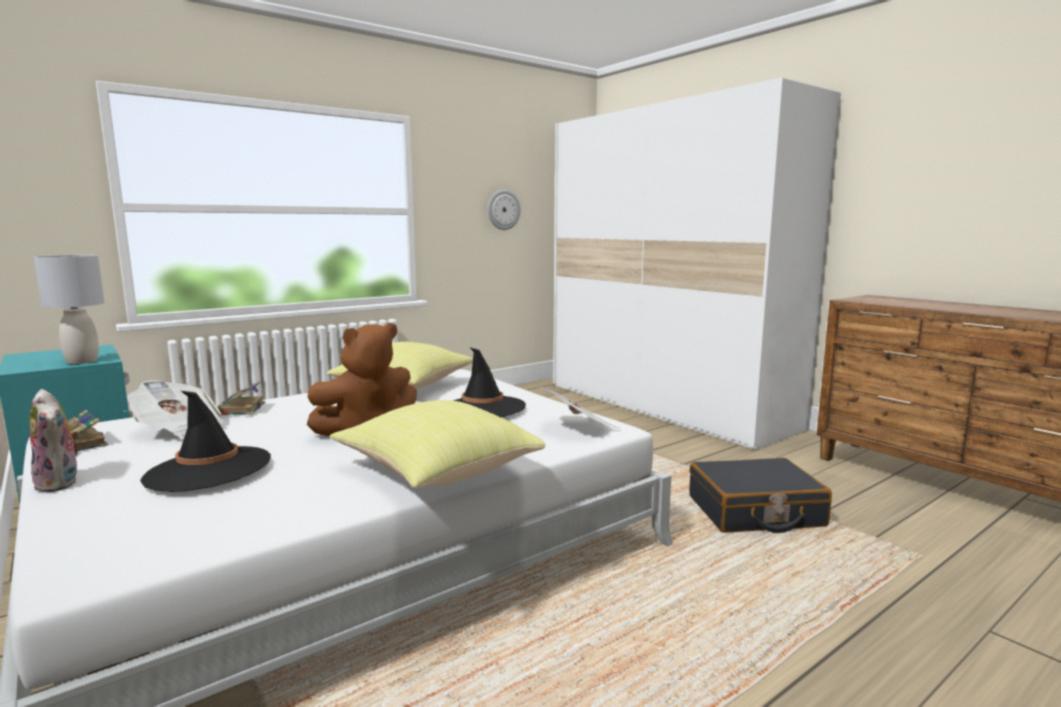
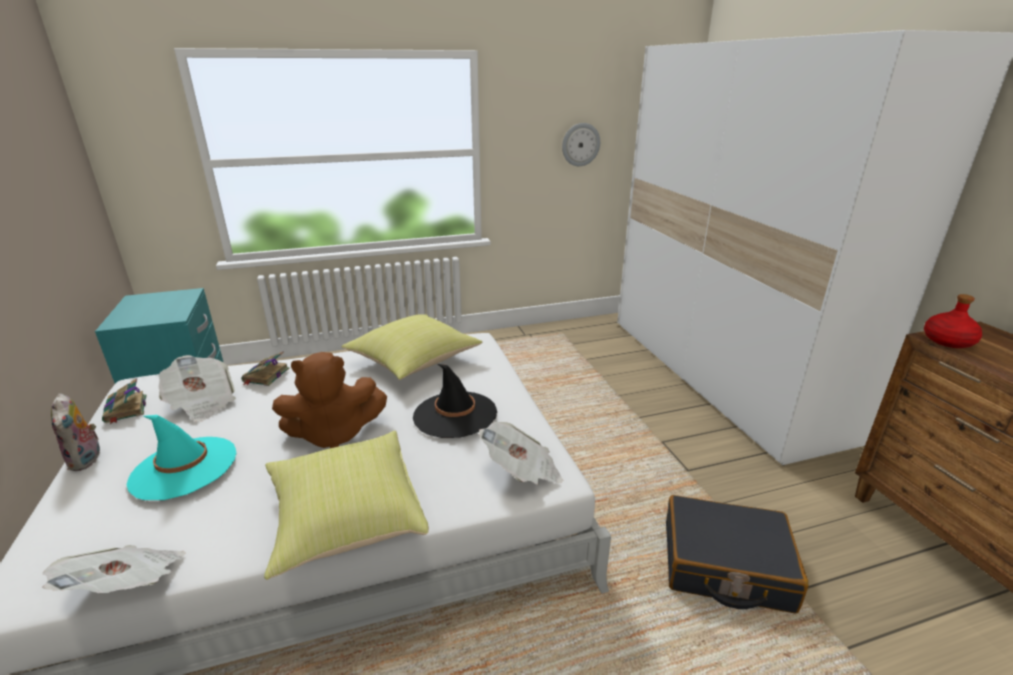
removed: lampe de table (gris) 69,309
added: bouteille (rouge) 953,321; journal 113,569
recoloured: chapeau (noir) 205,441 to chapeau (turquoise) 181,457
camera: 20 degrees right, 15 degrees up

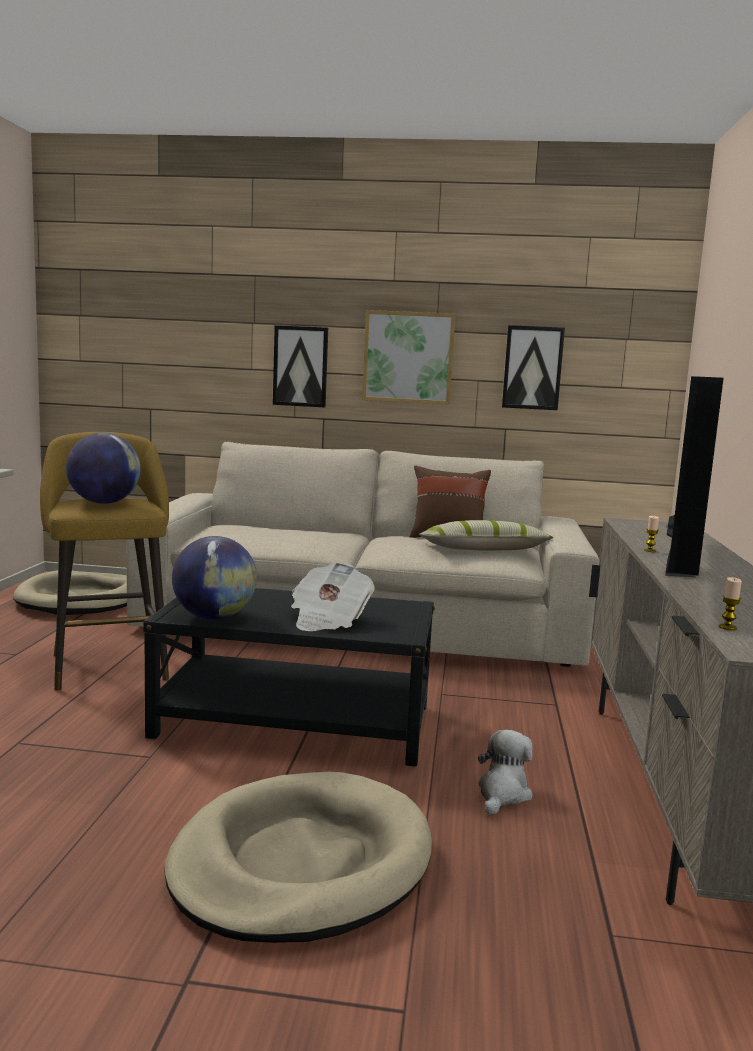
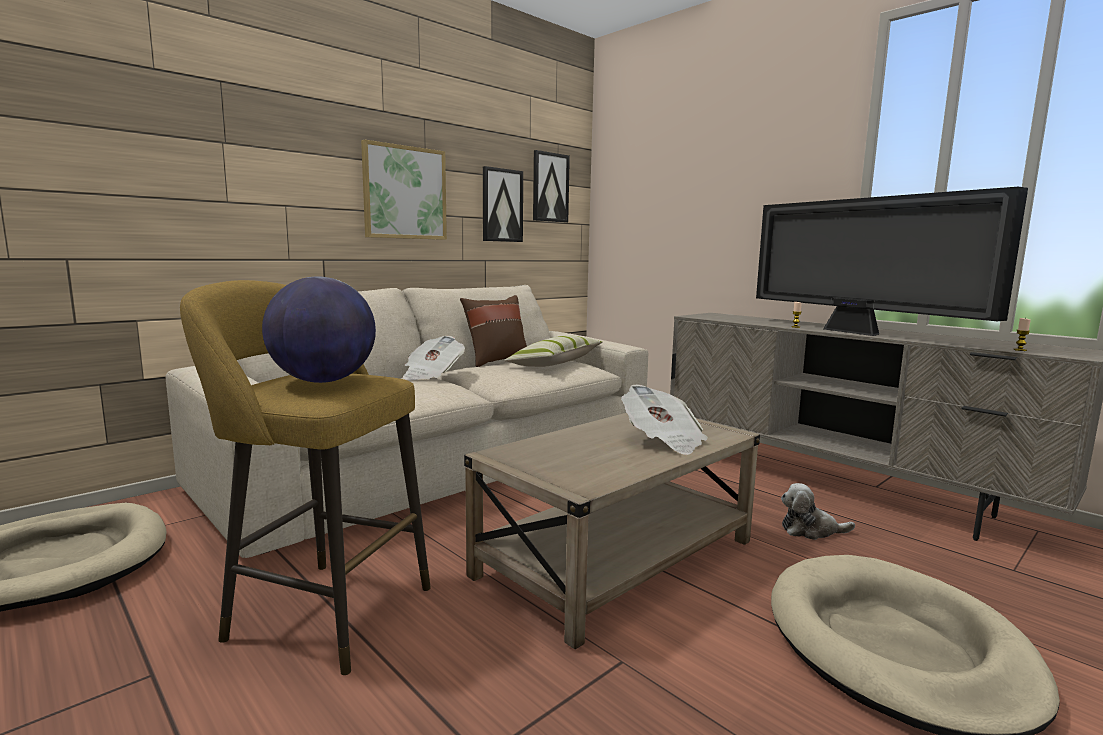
removed: globe 214,578
added: journal 434,358
moved: tableau 300,366 to 551,186
recoloured: table basse (noir) 289,677 to table basse (beige) 612,531
turned: peluche 505,772 = 818,511 60 degrees counterclockwise
camera: 50 degrees left, 0 degrees up

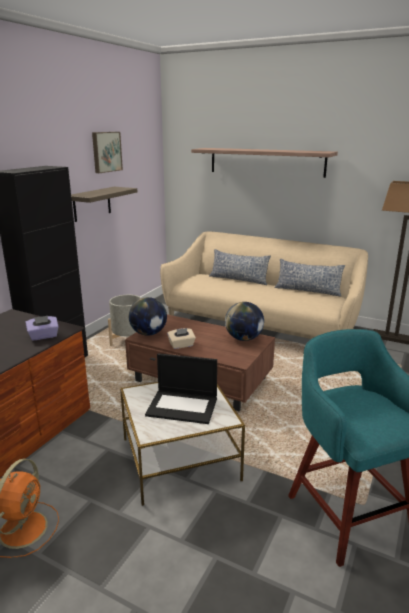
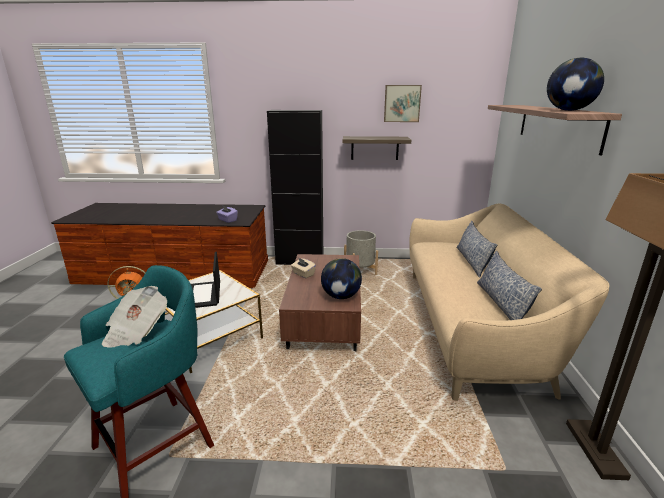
added: journal 134,317
moved: globe 148,316 to 575,84
camera: 65 degrees right, 0 degrees up

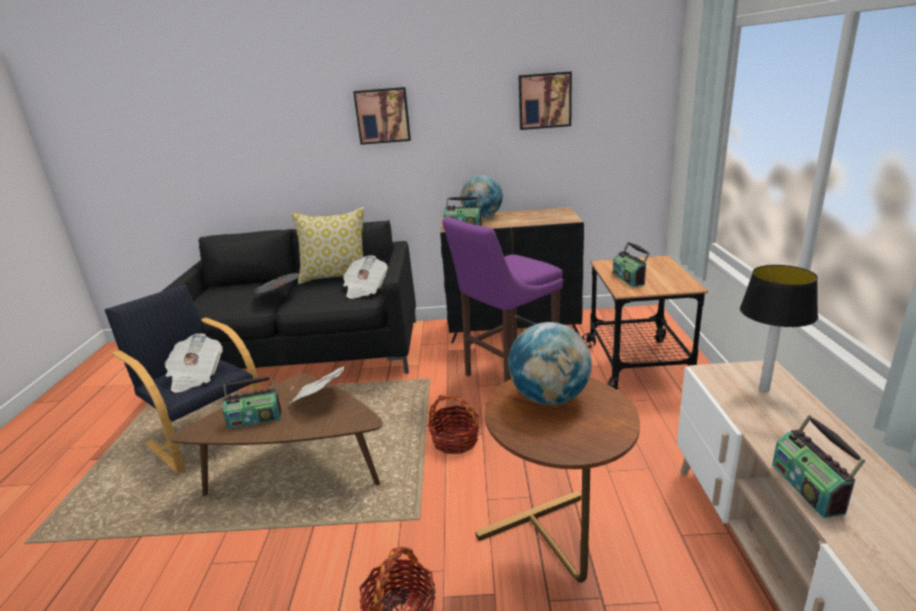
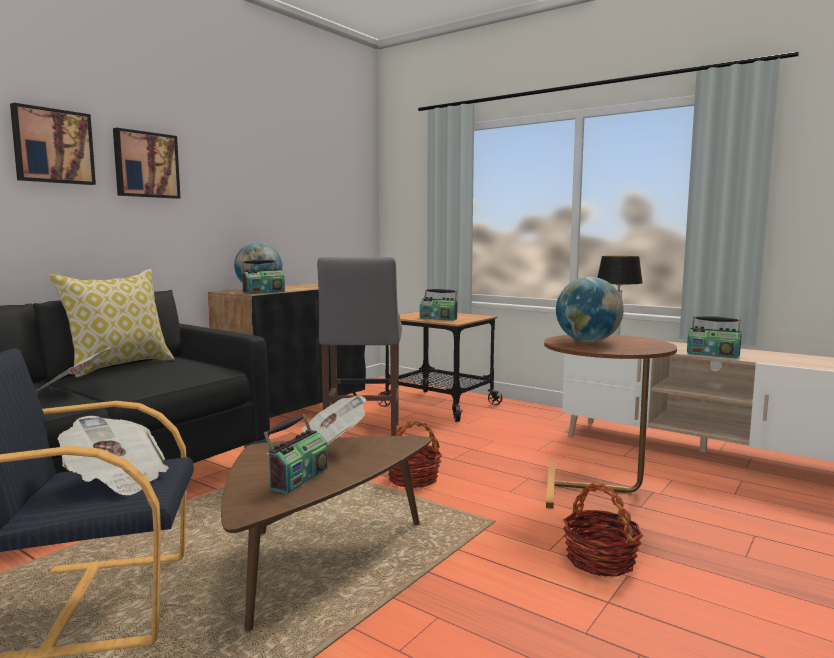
removed: journal 365,277
moved: tableau 545,100 to 53,144
recoloured: tabouret (violet) 502,299 to tabouret (gris) 359,346
camera: 55 degrees left, 15 degrees down

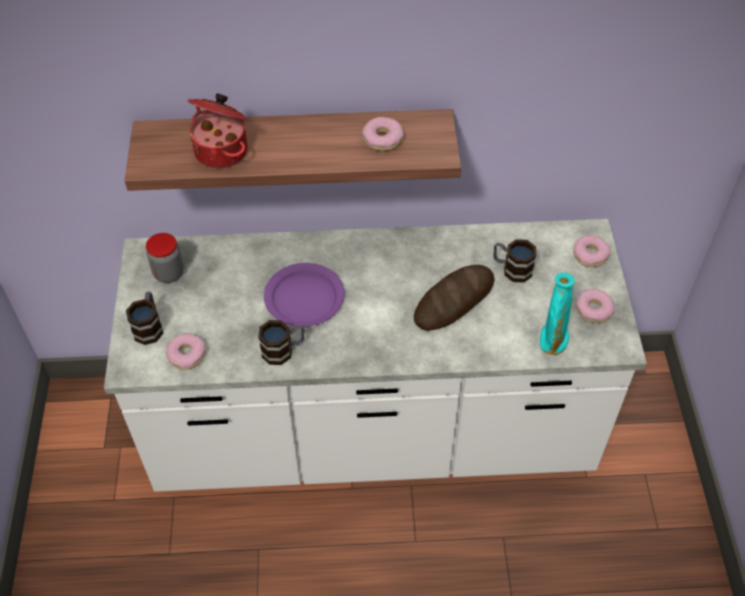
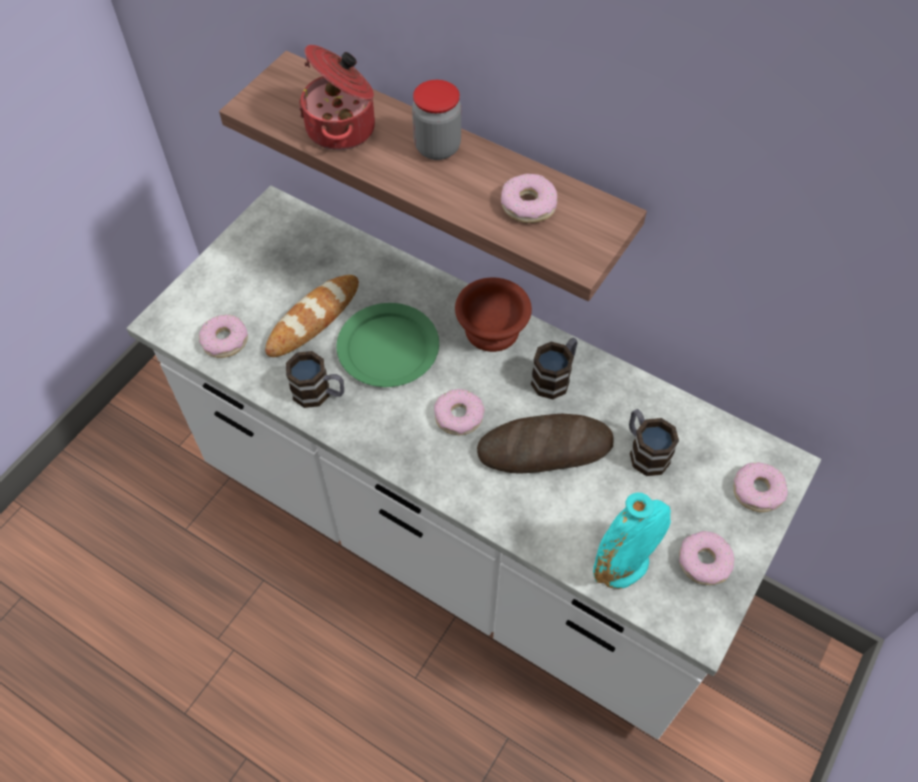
added: pain 312,316; bol (marron) 493,315; beignet 459,412
moved: bocal 165,258 to 436,120; mug 144,318 to 554,368
recoloured: assiette (violet) 304,295 to assiette (vert) 387,345
camera: 35 degrees right, 5 degrees up

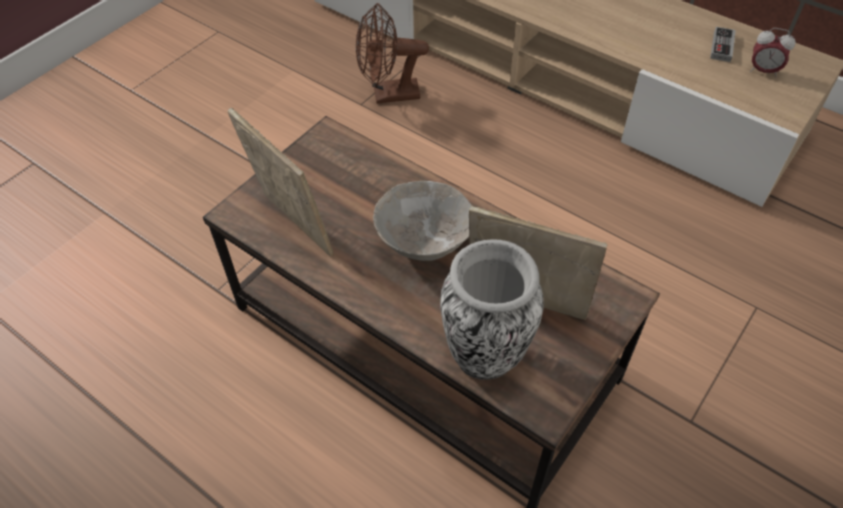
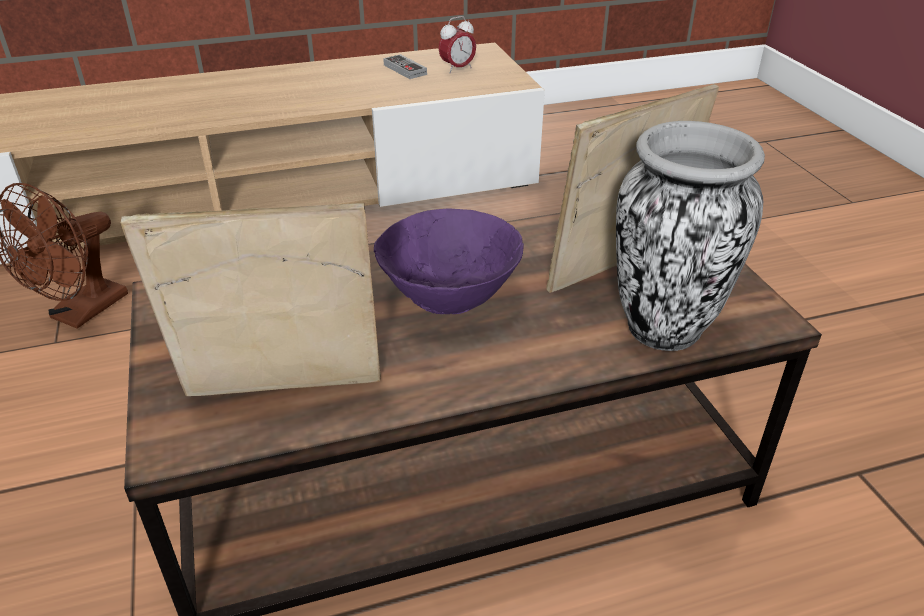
recoloured: bol (gris) 422,221 to bol (violet) 449,261
camera: 55 degrees left, 15 degrees down

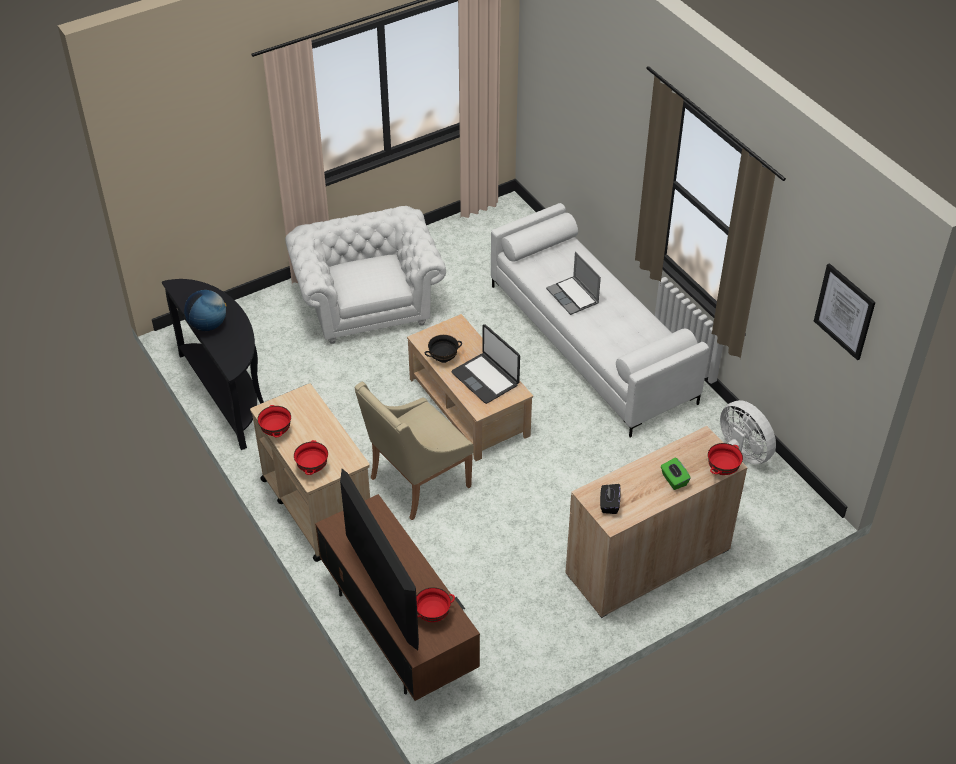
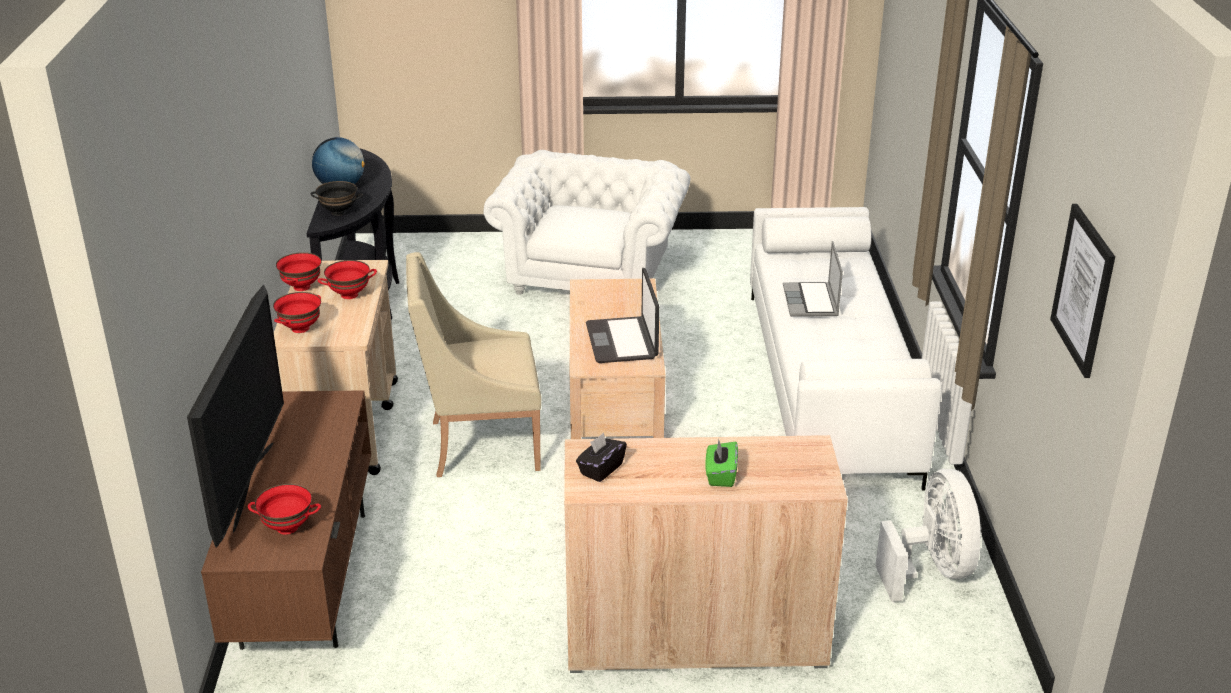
moved: bol (noir) 443,349 to 337,198; bol (rouge) 725,459 to 347,279
camera: 30 degrees right, 15 degrees down

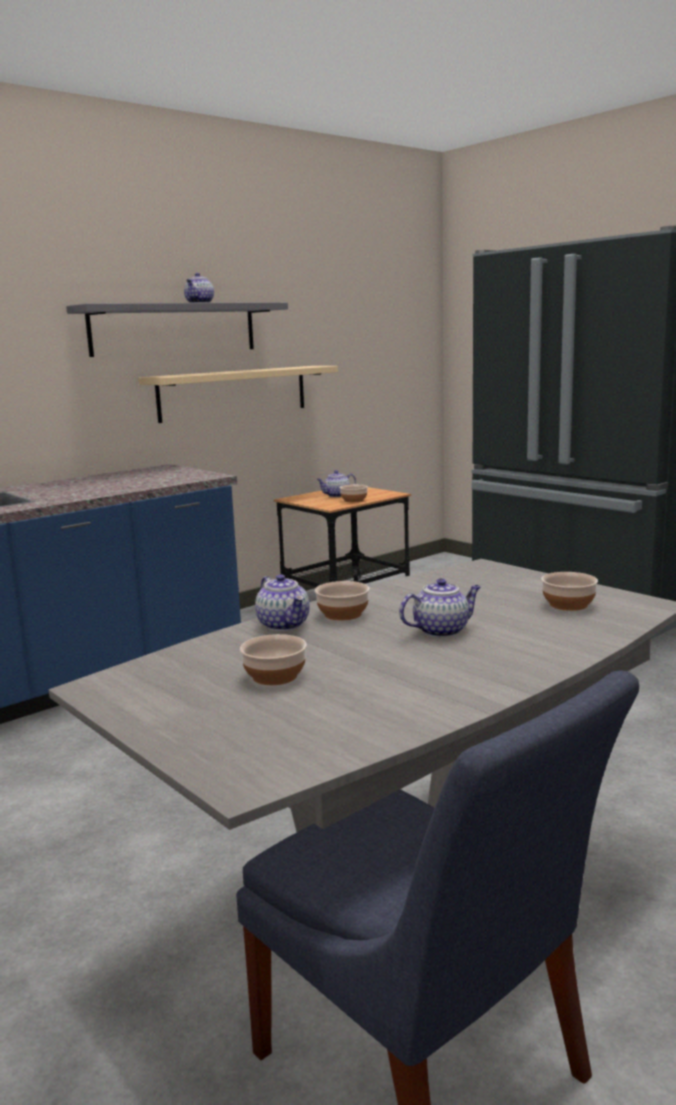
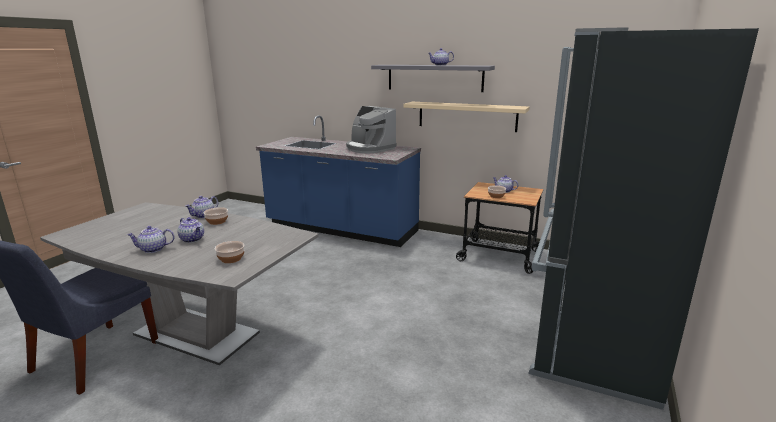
removed: bol 273,659
added: machine à café 371,129; théière 151,239
camera: 65 degrees right, 5 degrees up

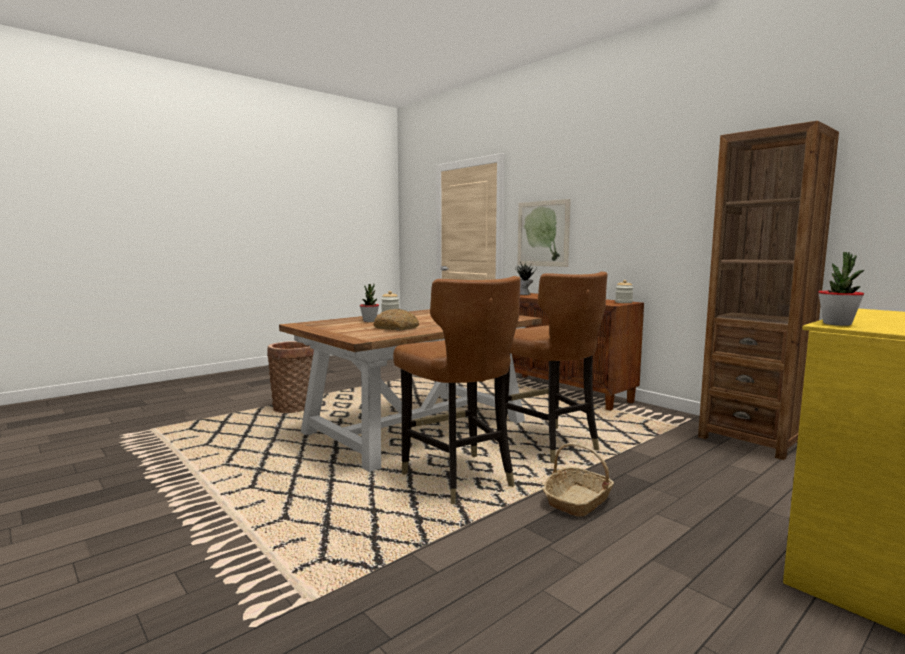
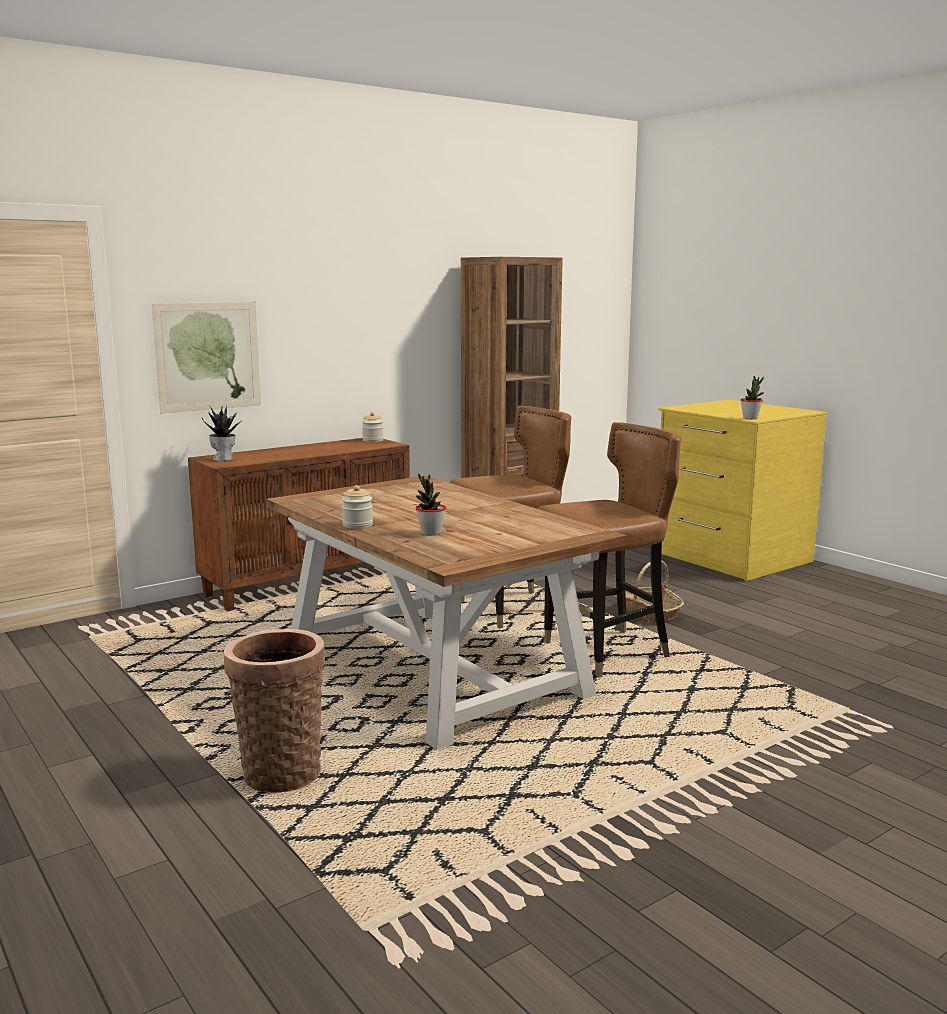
removed: pain 396,320
camera: 85 degrees left, 5 degrees up

